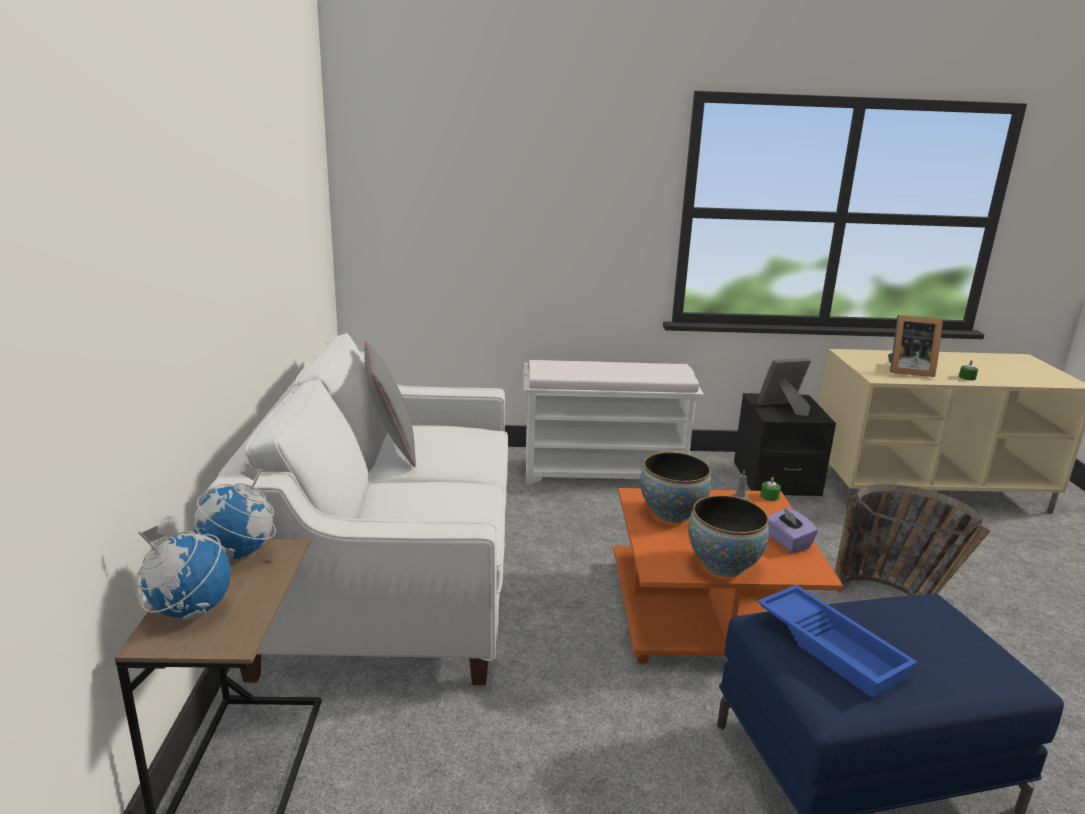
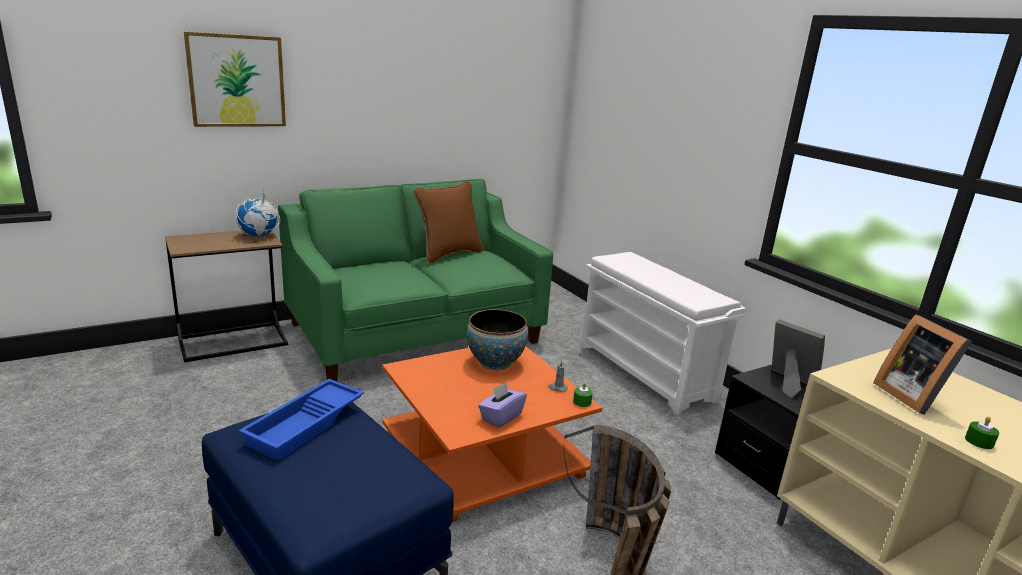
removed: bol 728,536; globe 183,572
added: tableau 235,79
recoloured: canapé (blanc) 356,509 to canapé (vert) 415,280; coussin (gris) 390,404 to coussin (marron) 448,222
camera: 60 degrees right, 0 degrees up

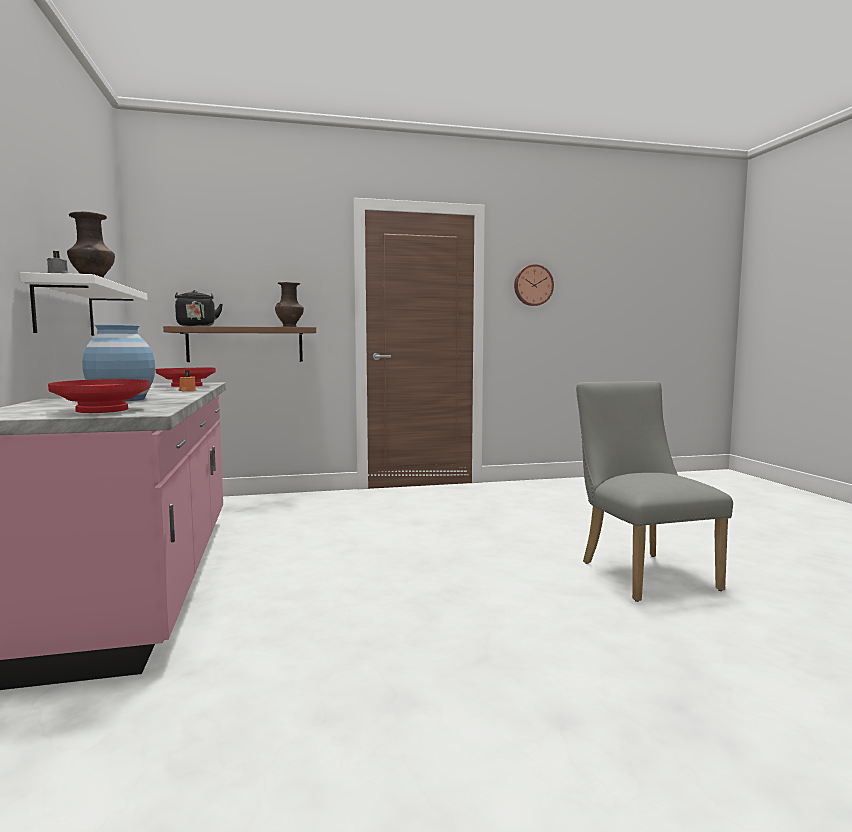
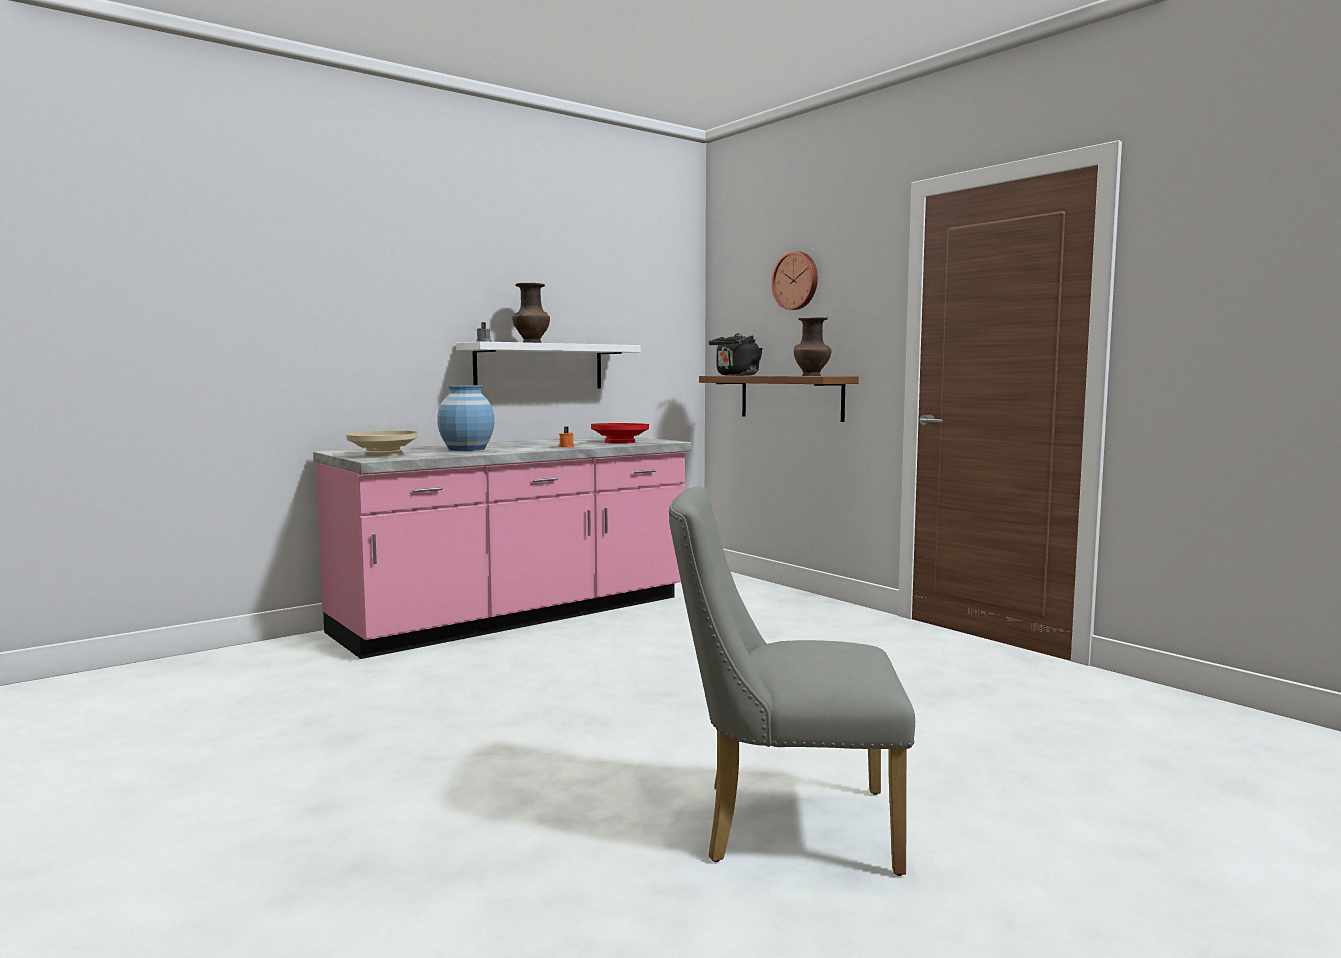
moved: horloge murale 534,285 to 794,280
recoloured: bol (rouge) 99,396 to bol (beige) 382,443
turned: chaise (gris) 654,491 = 792,681 135 degrees counterclockwise
camera: 65 degrees right, 0 degrees up

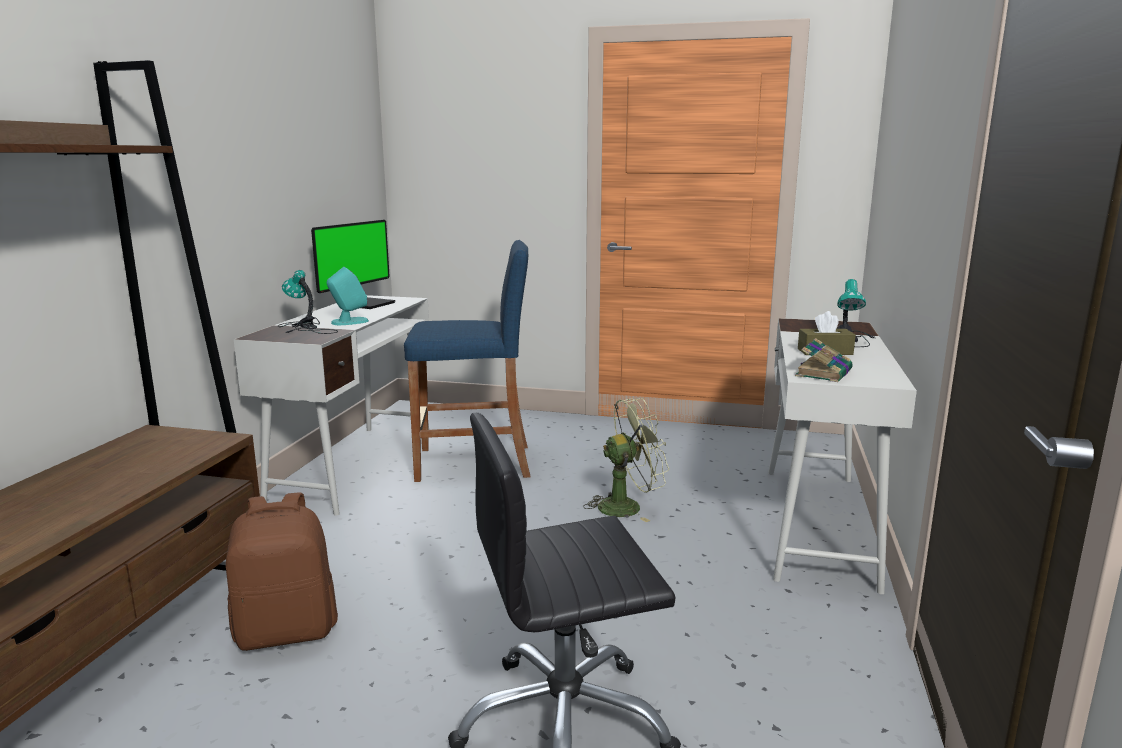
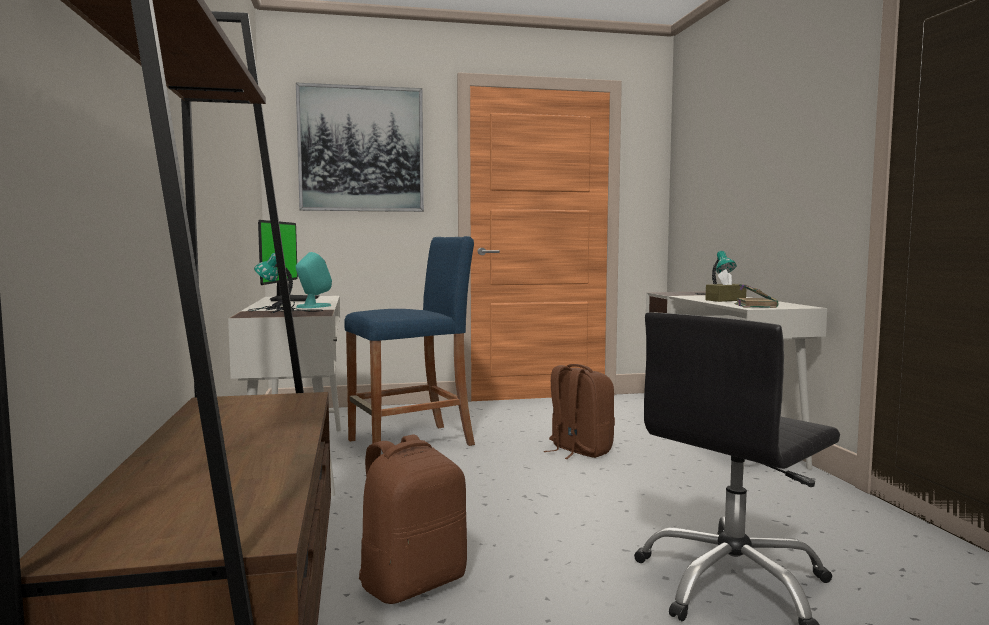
added: tableau 360,147
replaced: ventilateur (vert) 626,460 to sac à dos (marron) 579,411
camera: 25 degrees left, 10 degrees down

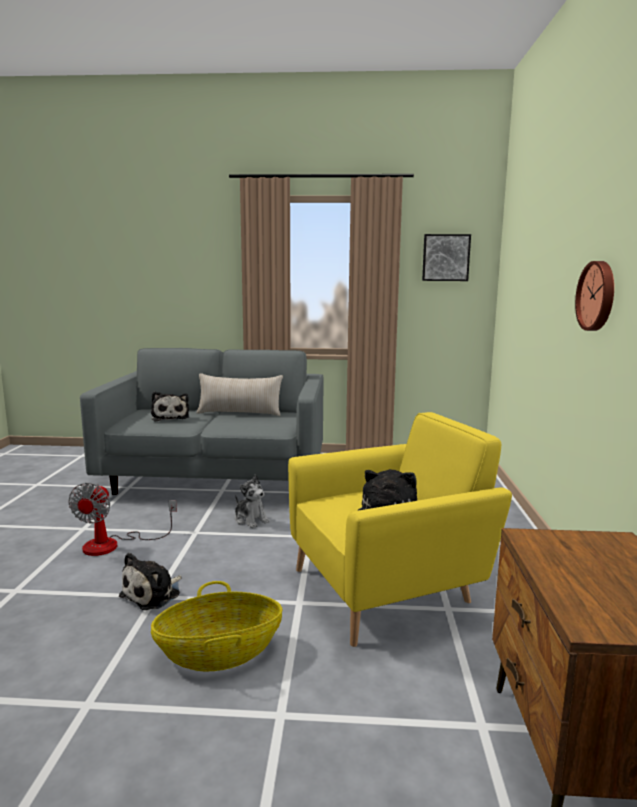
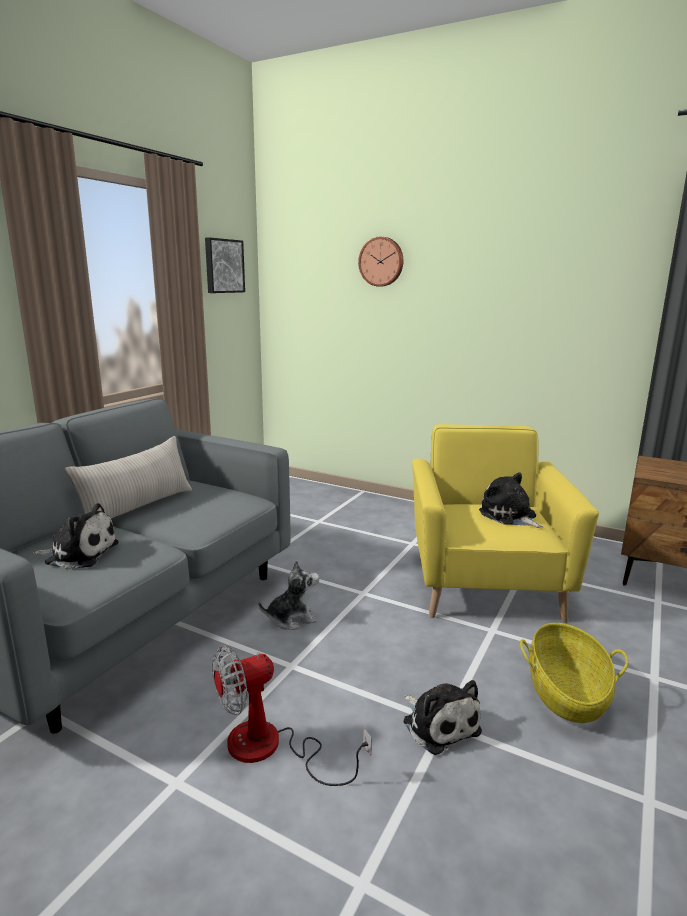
moved: horloge murale 594,296 to 381,262
turned: ventilateur 122,519 = 292,715 120 degrees clockwise
camera: 65 degrees left, 5 degrees up

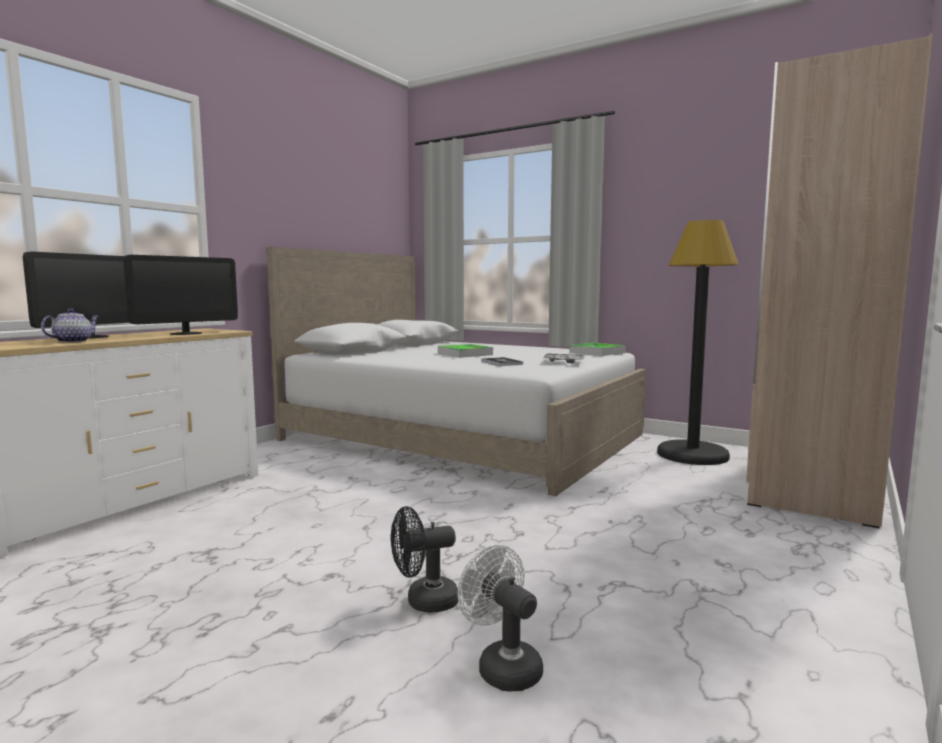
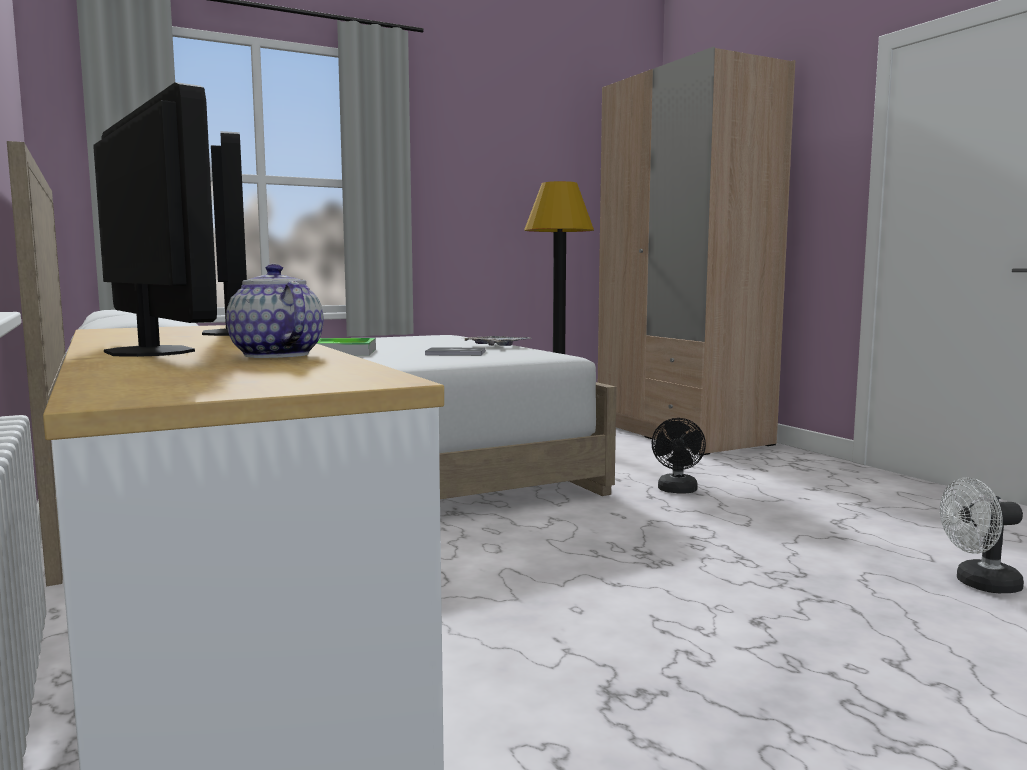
removed: plateau 598,349
moved: ventilateur (noir) 424,559 to 679,456
camera: 60 degrees left, 0 degrees up

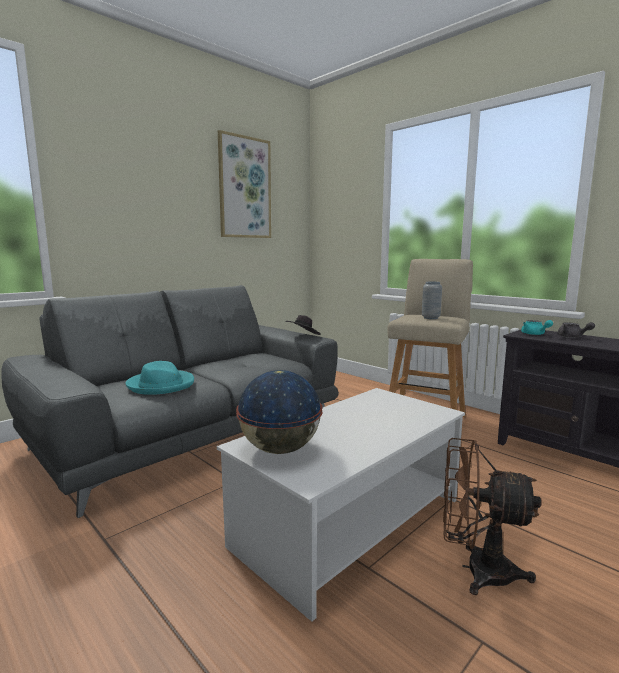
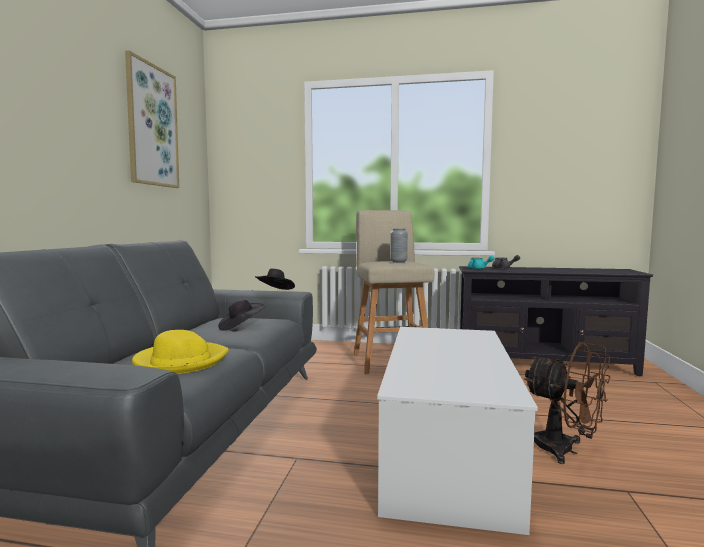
removed: globe 279,412
added: chapeau (noir) 241,315
recoloured: chapeau (turquoise) 159,378 to chapeau (jaune) 180,352
turned: ventilateur (marron) 492,516 = 567,403 120 degrees counterclockwise
camera: 35 degrees left, 5 degrees down

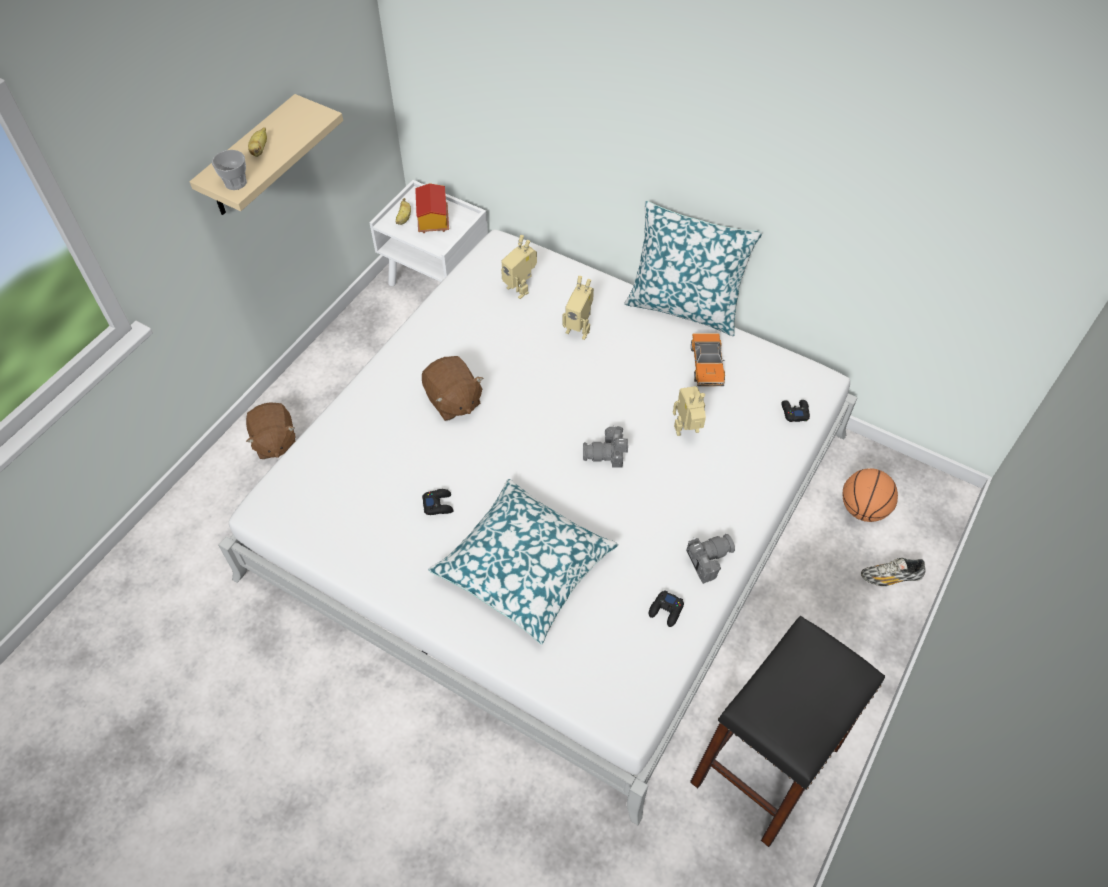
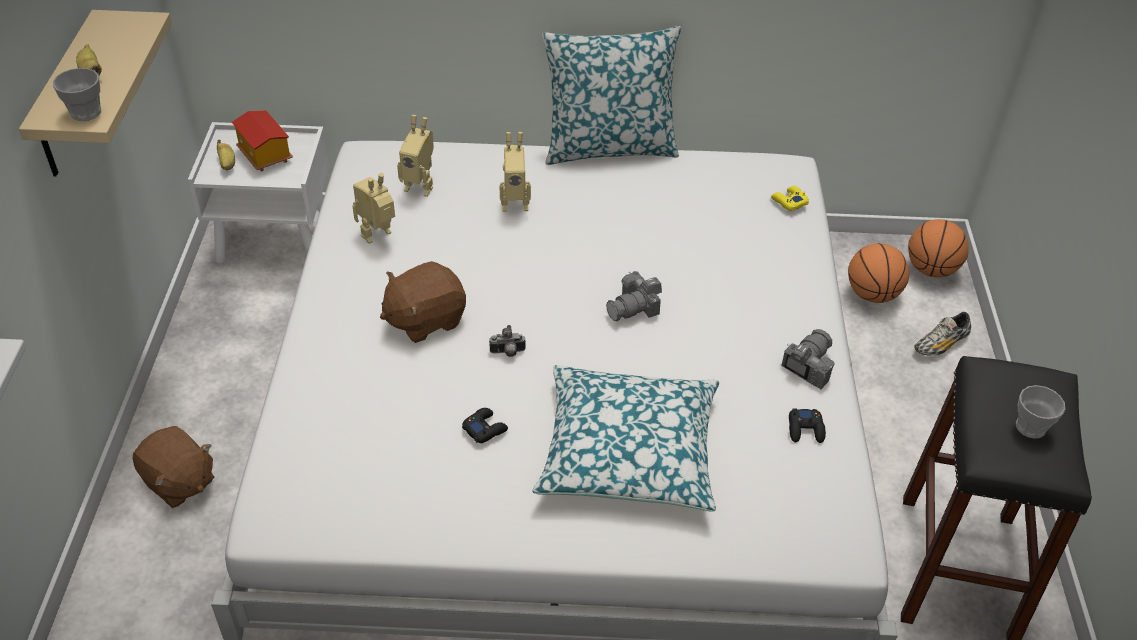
removed: petite voiture 708,359
added: ballon de basket 938,248; appareil photo 507,341; tasse 1040,412
moved: robot jouet 689,411 to 373,208
recoloured: manette (noir) 795,411 to manette (jaune) 790,198
turned: peluche (marron) 452,388 = 423,302 120 degrees clockwise
camera: 30 degrees left, 10 degrees down

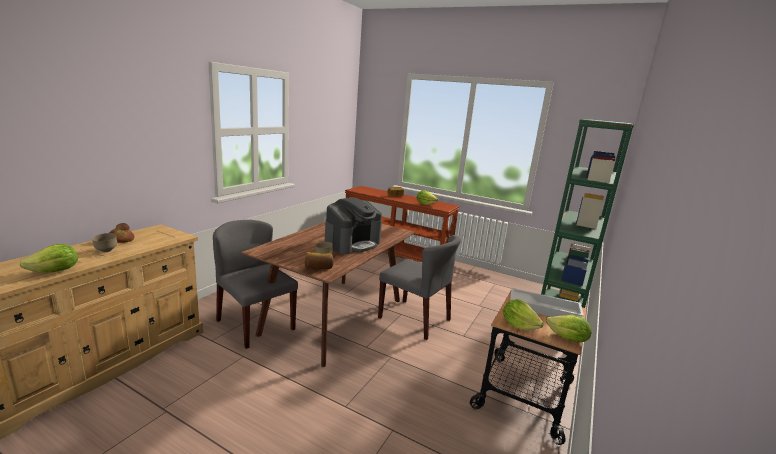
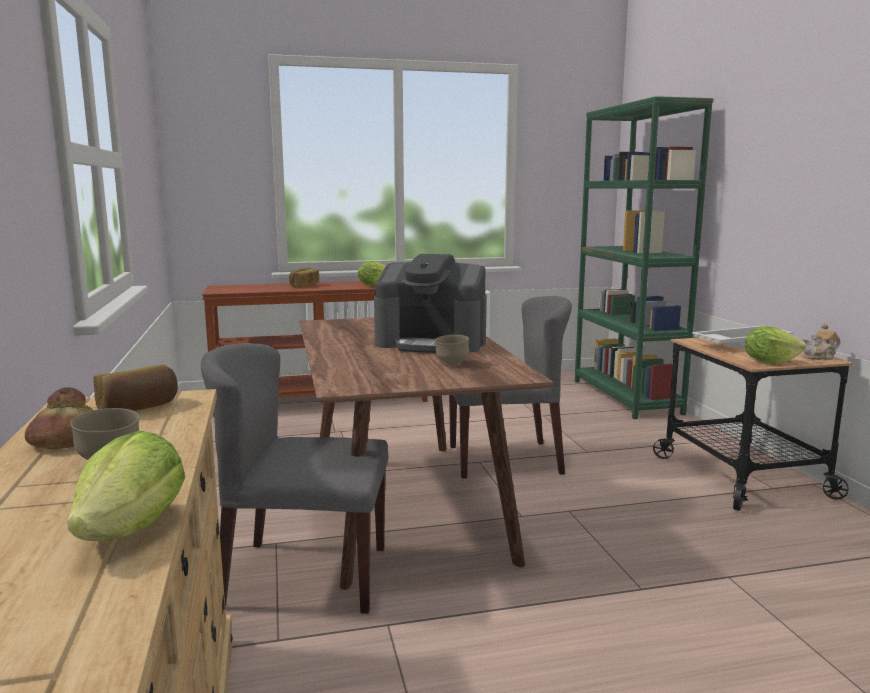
moved: pain 319,260 to 136,387
replaced: laitue 569,328 to théière 821,342
turned: machine à café 353,225 = 430,303 105 degrees clockwise
camera: 40 degrees left, 5 degrees down

